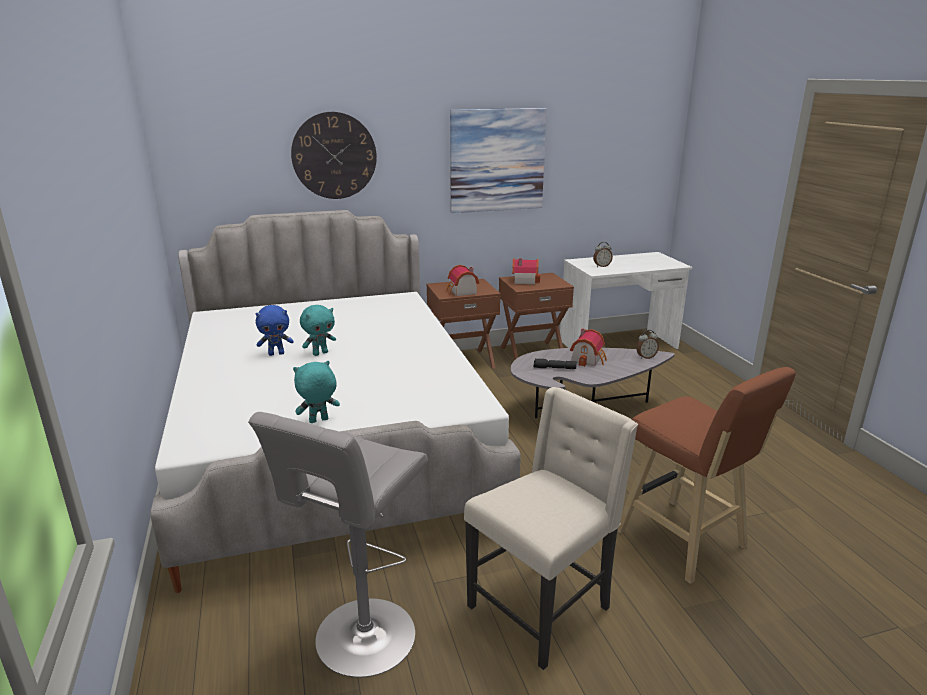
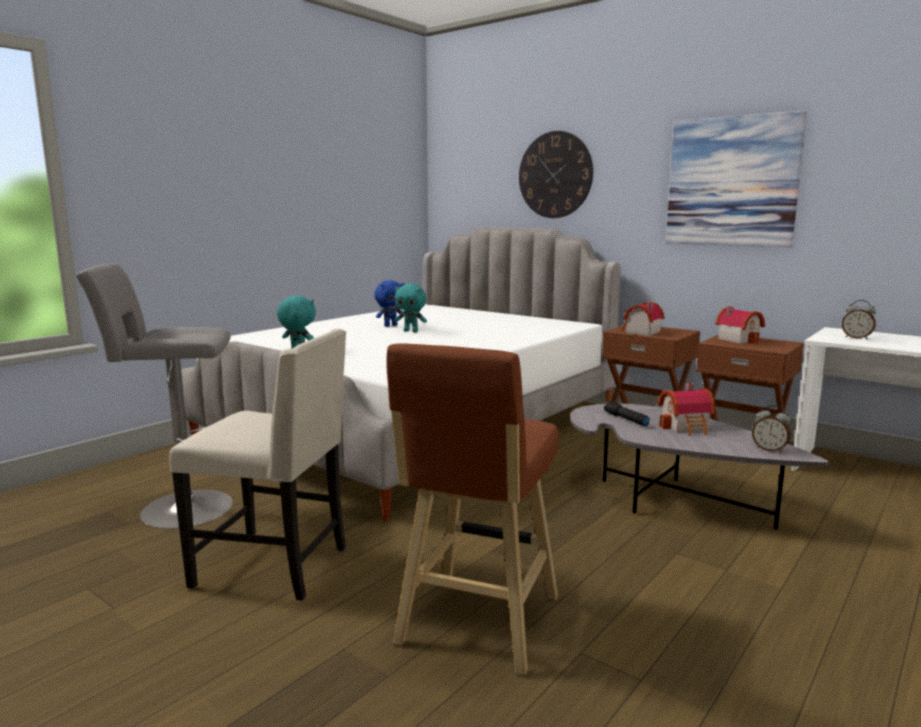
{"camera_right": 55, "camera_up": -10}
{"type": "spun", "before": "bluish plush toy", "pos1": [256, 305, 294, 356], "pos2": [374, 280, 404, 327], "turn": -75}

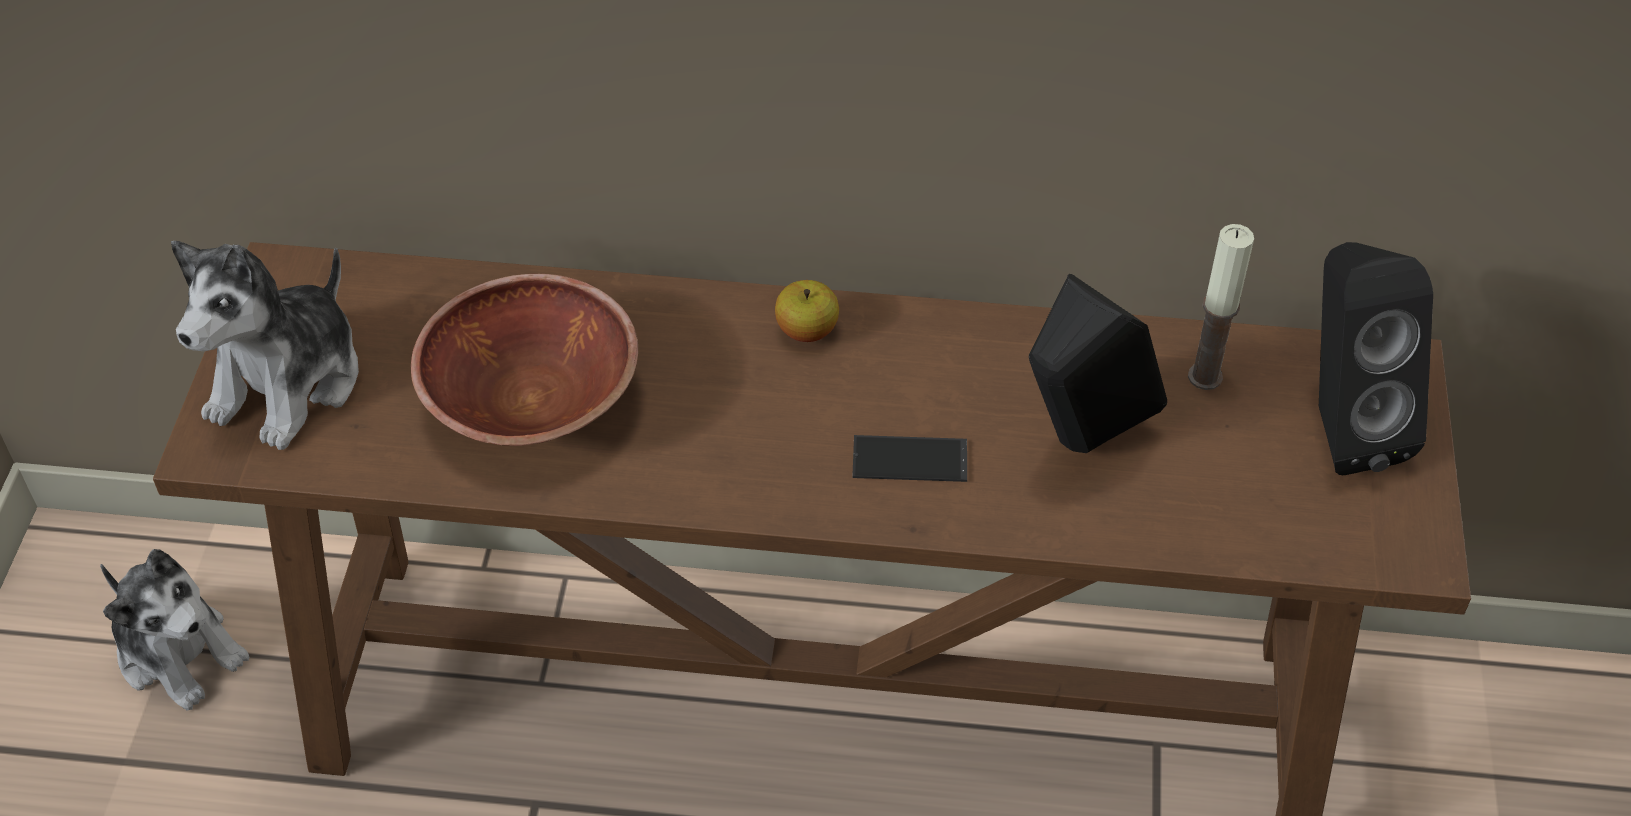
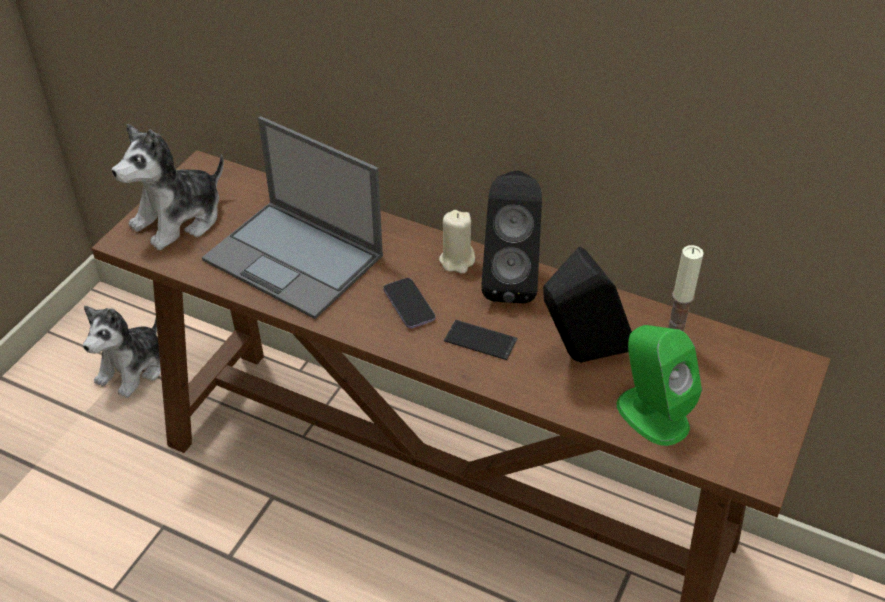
{"camera_right": 20, "camera_up": -5}
{"type": "spun", "before": "plush toy", "pos1": [100, 549, 249, 711], "pos2": [83, 306, 161, 398], "turn": 60}
{"type": "exchanged", "before": "brown deep dish", "after": "notebook computer", "pos1": [411, 274, 638, 446], "pos2": [202, 116, 383, 319]}
{"type": "exchanged", "before": "apple fruit", "after": "sand-coloured candle", "pos1": [775, 280, 839, 342], "pos2": [439, 210, 475, 274]}
{"type": "relocated", "before": "black-coloured audio speaker", "pos1": [1319, 242, 1433, 475], "pos2": [481, 171, 542, 304]}
{"type": "appeared", "after": "telephone", "pos2": [383, 278, 435, 328]}
{"type": "appeared", "after": "greenish audio speaker", "pos2": [617, 325, 702, 446]}

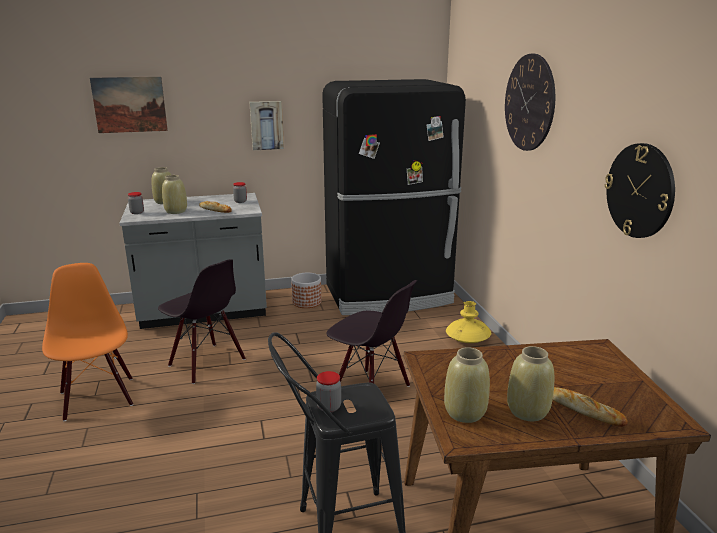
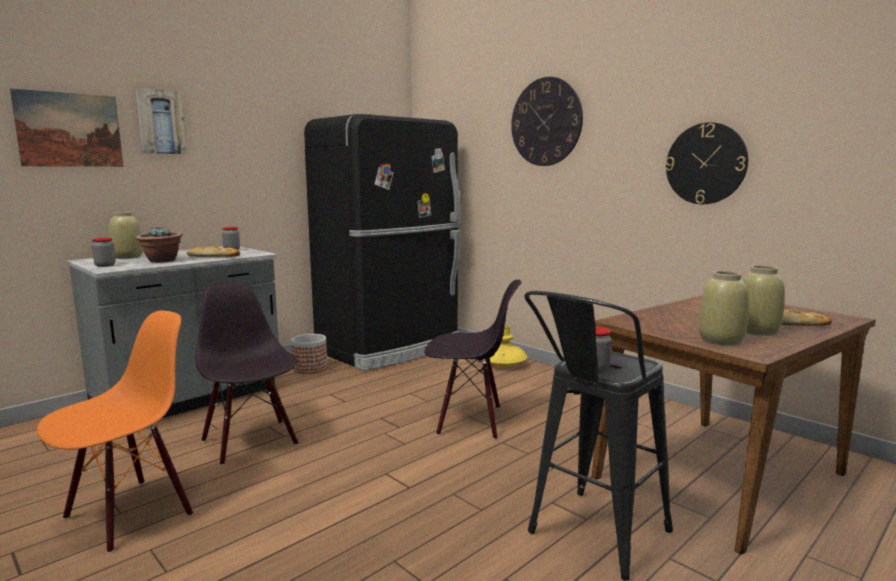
{"camera_right": -30, "camera_up": -10}
{"type": "spun", "before": "orangey upright chair", "pos1": [42, 263, 133, 421], "pos2": [37, 311, 193, 554], "turn": 90}
{"type": "spun", "before": "black-coloured upright chair", "pos1": [158, 259, 246, 384], "pos2": [196, 282, 298, 466], "turn": -135}
{"type": "exchanged", "before": "sand-coloured vase", "after": "plant in a pot", "pos1": [162, 175, 187, 214], "pos2": [136, 226, 183, 263]}
{"type": "relocated", "before": "wall picture", "pos1": [249, 101, 284, 150], "pos2": [136, 88, 187, 154]}

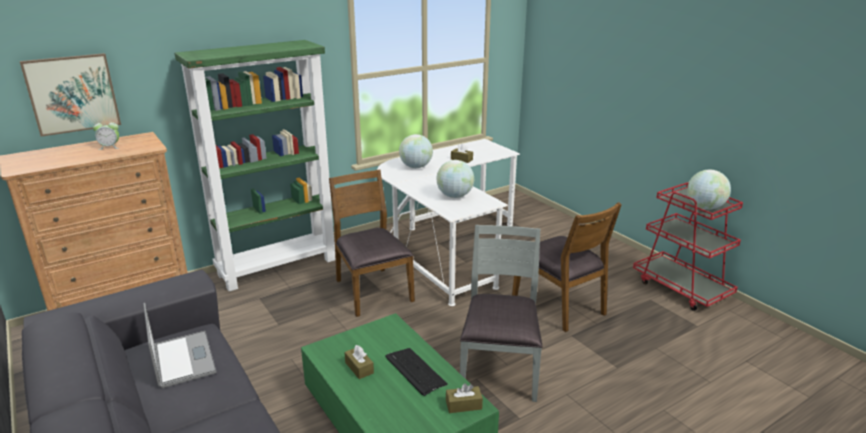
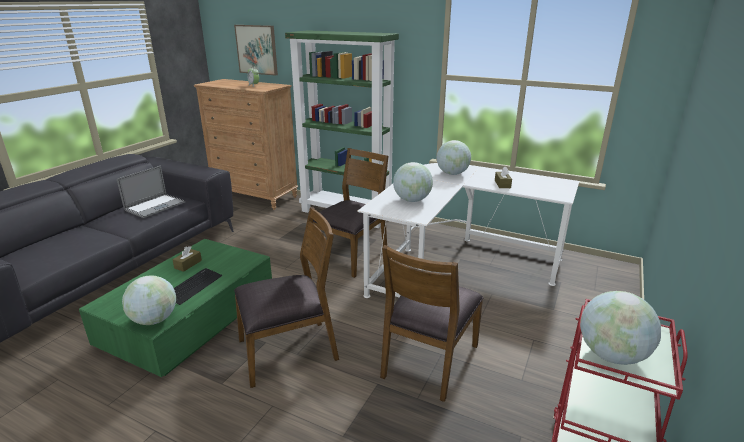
{"camera_right": 60, "camera_up": 0}
{"type": "exchanged", "before": "brown tissue holder", "after": "desk globe", "pos1": [446, 383, 483, 413], "pos2": [122, 275, 176, 325]}
{"type": "colour", "before": "grey upright chair", "after": "brown upright chair", "pos1": [460, 225, 542, 402], "pos2": [234, 207, 339, 388]}

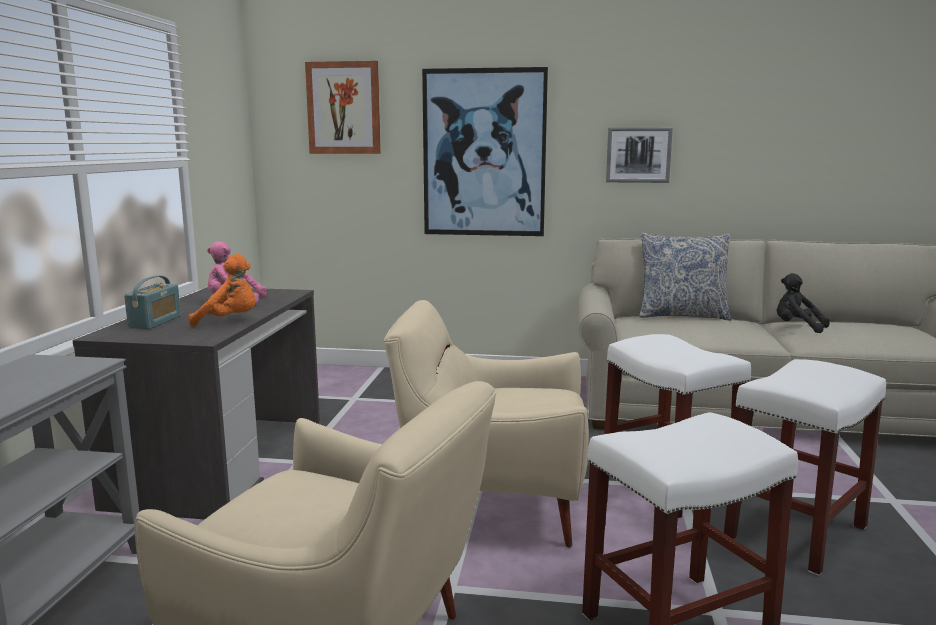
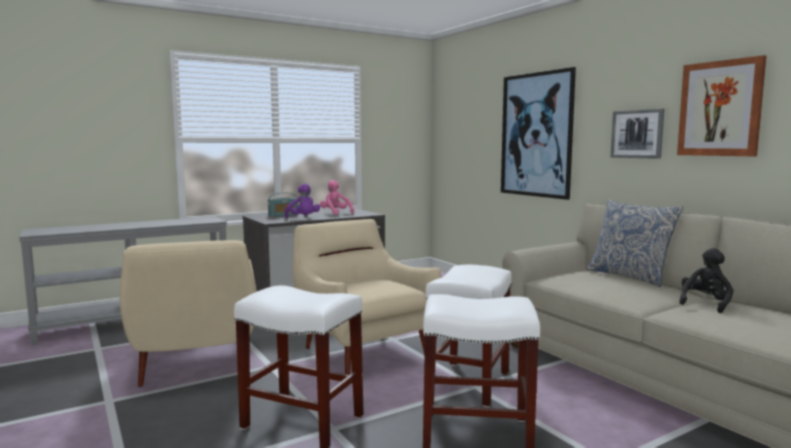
{"camera_right": 50, "camera_up": -5}
{"type": "colour", "before": "orangey plush toy", "after": "purple-coloured plush toy", "pos1": [188, 254, 255, 327], "pos2": [284, 184, 320, 218]}
{"type": "relocated", "before": "wall picture", "pos1": [305, 61, 381, 154], "pos2": [677, 55, 767, 156]}
{"type": "spun", "before": "black-coloured plush toy", "pos1": [777, 273, 830, 333], "pos2": [679, 248, 733, 313], "turn": 45}

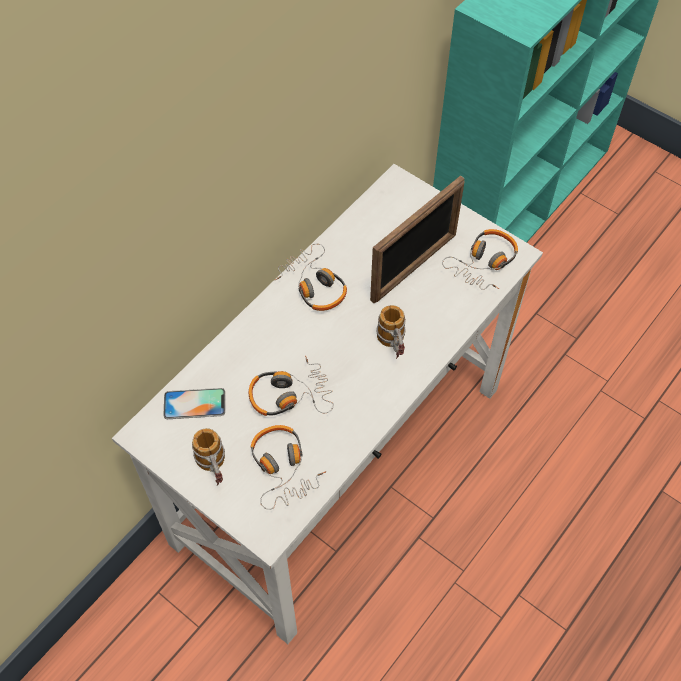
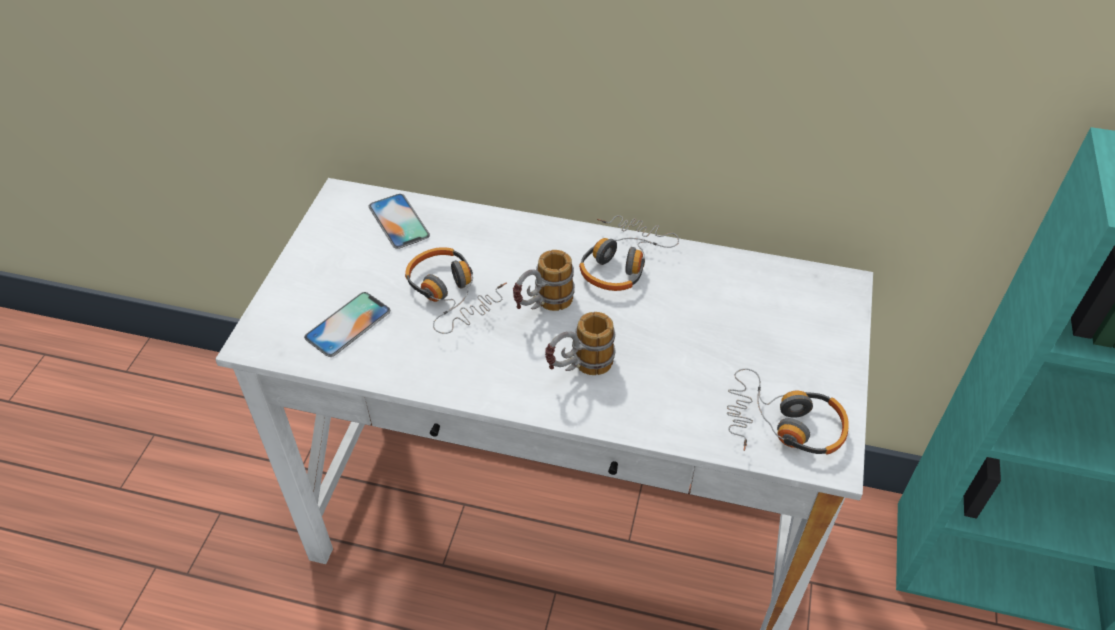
{"camera_right": 65, "camera_up": -10}
{"type": "relocated", "before": "coffee mug", "pos1": [192, 428, 225, 485], "pos2": [513, 250, 575, 311]}
{"type": "exchanged", "before": "headset", "after": "telephone", "pos1": [251, 425, 326, 510], "pos2": [304, 292, 391, 357]}
{"type": "missing", "before": "standing frame", "pos1": [370, 175, 465, 303]}

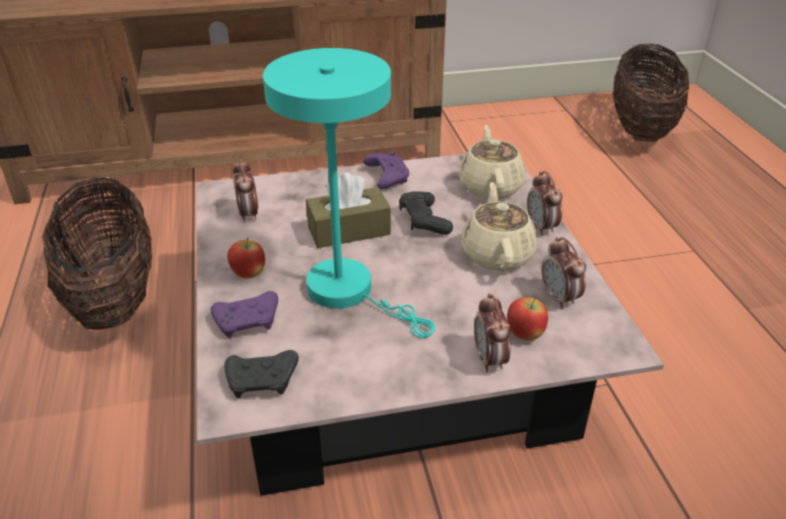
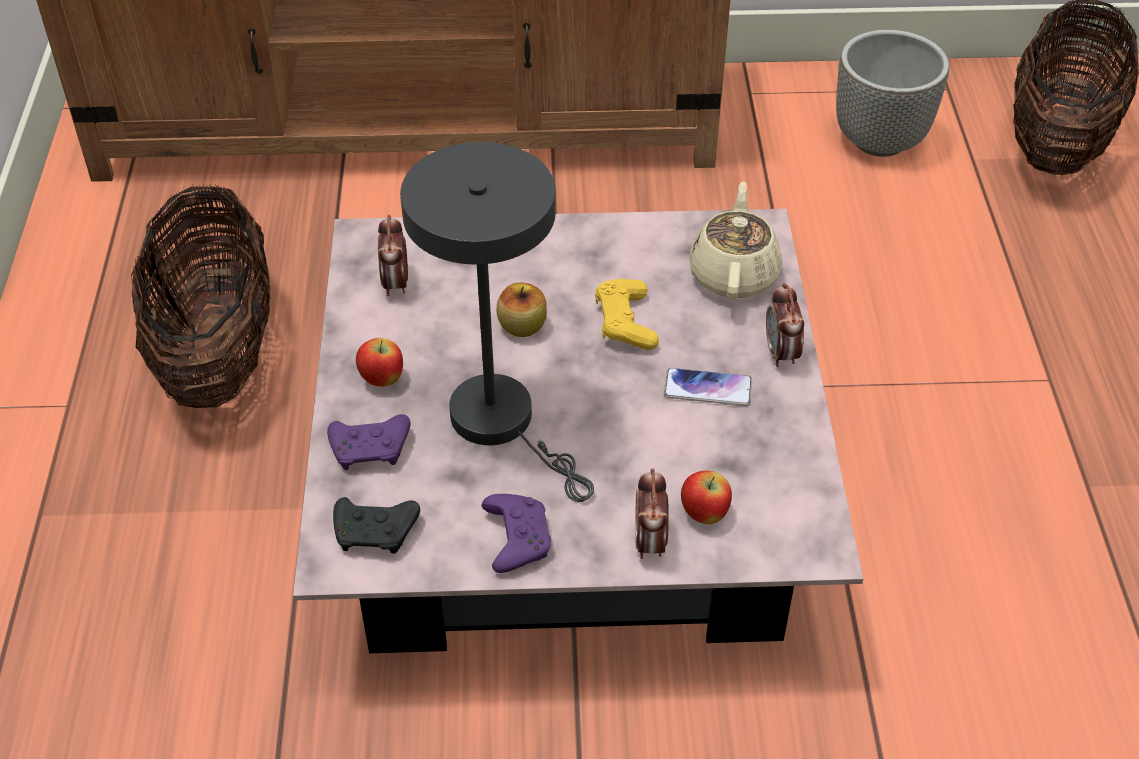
{"camera_right": 10, "camera_up": 10}
{"type": "colour", "before": "blue-green tabletop lamp", "after": "grey tabletop lamp", "pos1": [263, 48, 435, 338], "pos2": [400, 142, 594, 502]}
{"type": "exchanged", "before": "brown tissue holder", "after": "apple fruit", "pos1": [306, 173, 391, 248], "pos2": [497, 282, 547, 337]}
{"type": "relocated", "before": "purple-coloured gamepad", "pos1": [363, 151, 409, 189], "pos2": [482, 494, 551, 573]}
{"type": "colour", "before": "black-coloured gamepad", "after": "yellowish gamepad", "pos1": [399, 191, 453, 235], "pos2": [595, 279, 659, 350]}
{"type": "exchanged", "before": "sand-coloured teapot", "after": "telephone", "pos1": [461, 182, 537, 271], "pos2": [664, 368, 752, 406]}
{"type": "missing", "before": "table clock", "pos1": [542, 237, 586, 309]}
{"type": "appeared", "after": "flower pot", "pos2": [836, 30, 949, 157]}

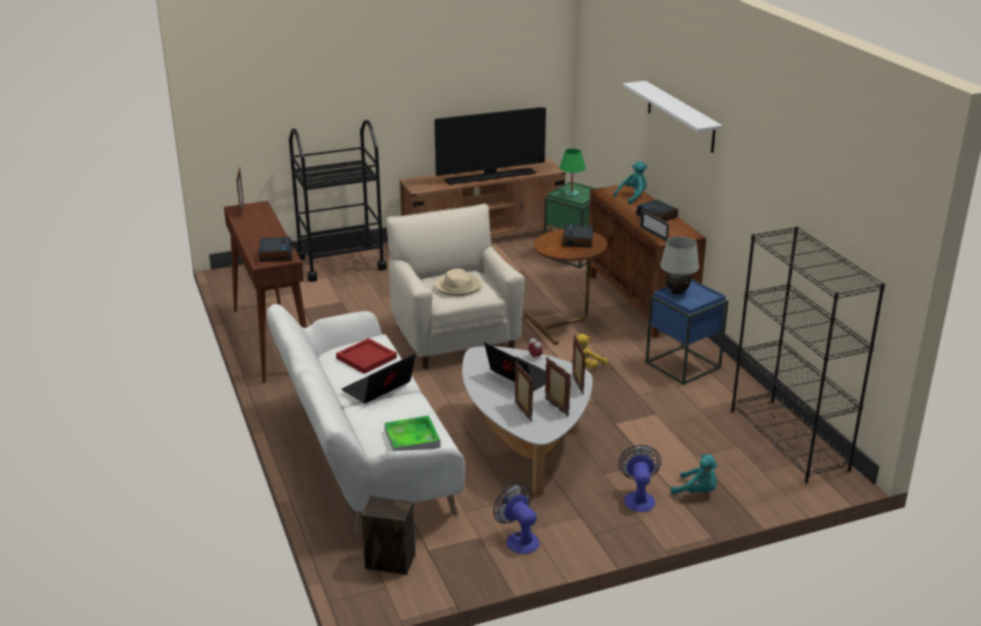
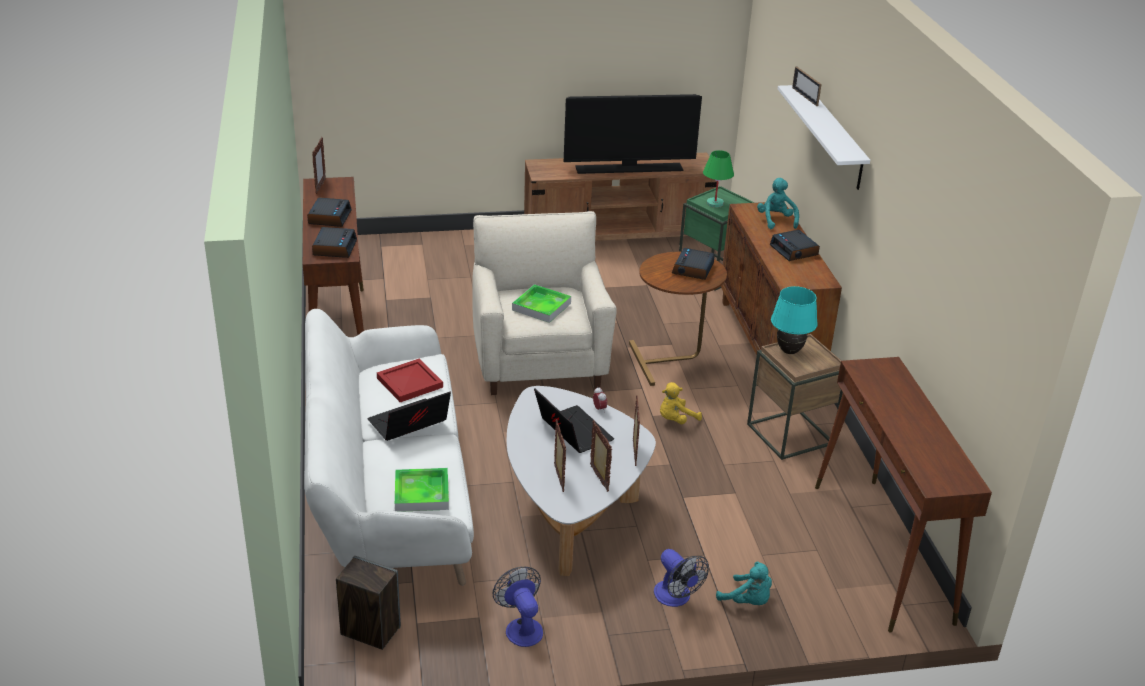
{"camera_right": 10, "camera_up": 5}
{"type": "missing", "before": "black-coloured trolley", "pos1": [289, 120, 387, 282]}
{"type": "exchanged", "before": "sand-coloured clothing hat", "after": "tray", "pos1": [434, 269, 482, 296], "pos2": [512, 284, 571, 323]}
{"type": "spun", "before": "blue-green plush toy", "pos1": [613, 161, 647, 204], "pos2": [757, 178, 799, 229], "turn": -75}
{"type": "spun", "before": "fan", "pos1": [618, 445, 661, 512], "pos2": [654, 549, 709, 607], "turn": 135}
{"type": "relocated", "before": "standing frame", "pos1": [640, 209, 669, 241], "pos2": [792, 66, 822, 106]}
{"type": "colour", "before": "bluish accent table", "after": "brown accent table", "pos1": [646, 279, 728, 385], "pos2": [747, 334, 843, 460]}
{"type": "colour", "before": "whitish tabletop lamp", "after": "blue-green tabletop lamp", "pos1": [660, 236, 699, 294], "pos2": [771, 286, 818, 354]}
{"type": "exchanged", "before": "black-coloured shelving unit", "after": "brown hall table", "pos1": [731, 226, 885, 483], "pos2": [815, 357, 992, 633]}
{"type": "appeared", "after": "table clock", "pos2": [307, 197, 352, 227]}

